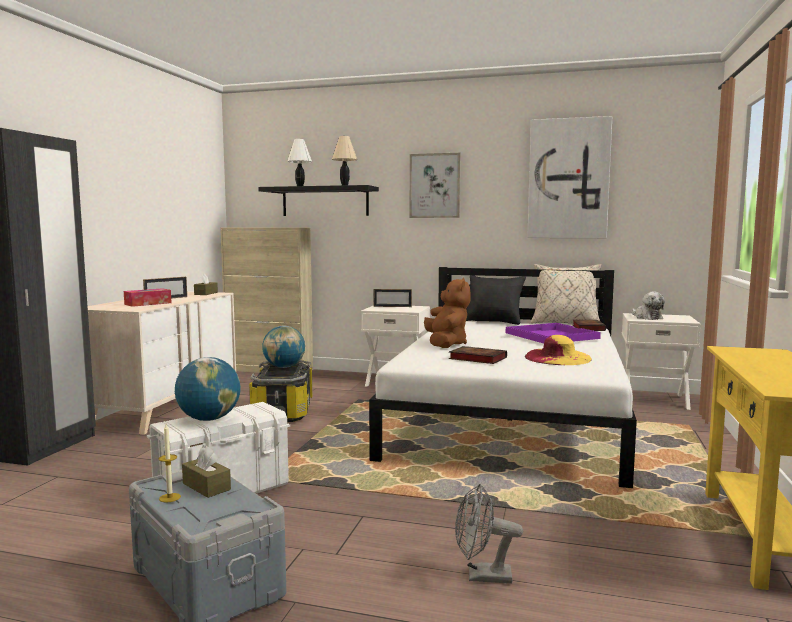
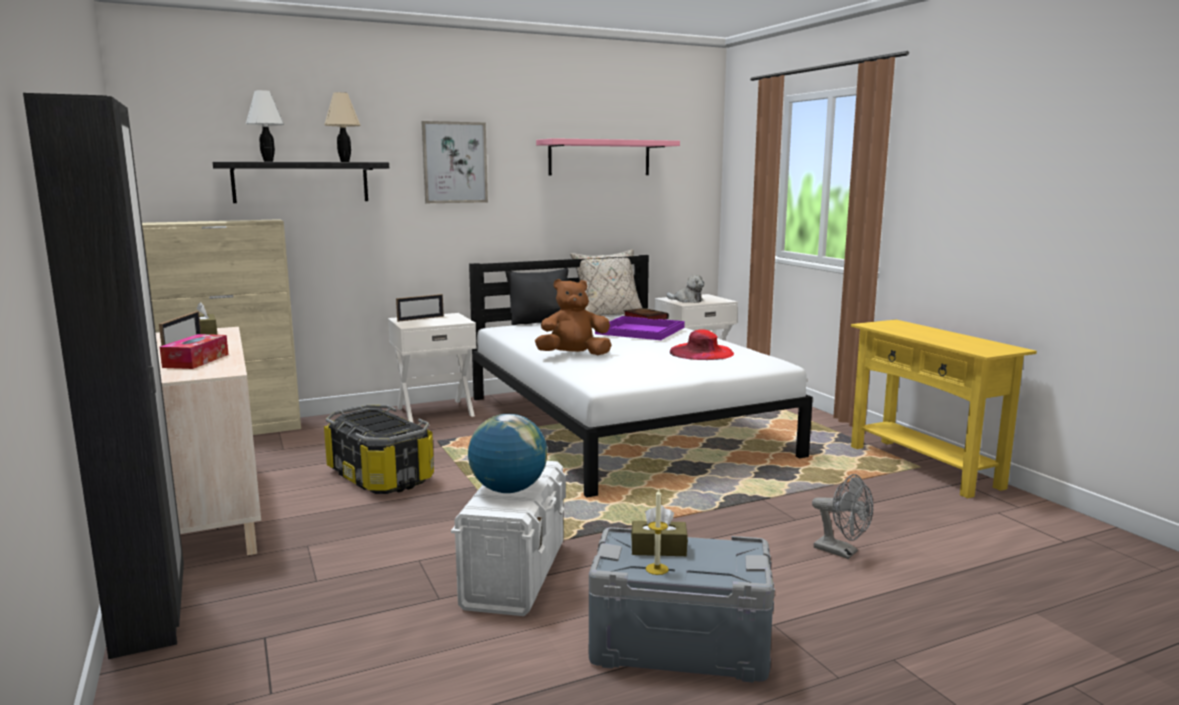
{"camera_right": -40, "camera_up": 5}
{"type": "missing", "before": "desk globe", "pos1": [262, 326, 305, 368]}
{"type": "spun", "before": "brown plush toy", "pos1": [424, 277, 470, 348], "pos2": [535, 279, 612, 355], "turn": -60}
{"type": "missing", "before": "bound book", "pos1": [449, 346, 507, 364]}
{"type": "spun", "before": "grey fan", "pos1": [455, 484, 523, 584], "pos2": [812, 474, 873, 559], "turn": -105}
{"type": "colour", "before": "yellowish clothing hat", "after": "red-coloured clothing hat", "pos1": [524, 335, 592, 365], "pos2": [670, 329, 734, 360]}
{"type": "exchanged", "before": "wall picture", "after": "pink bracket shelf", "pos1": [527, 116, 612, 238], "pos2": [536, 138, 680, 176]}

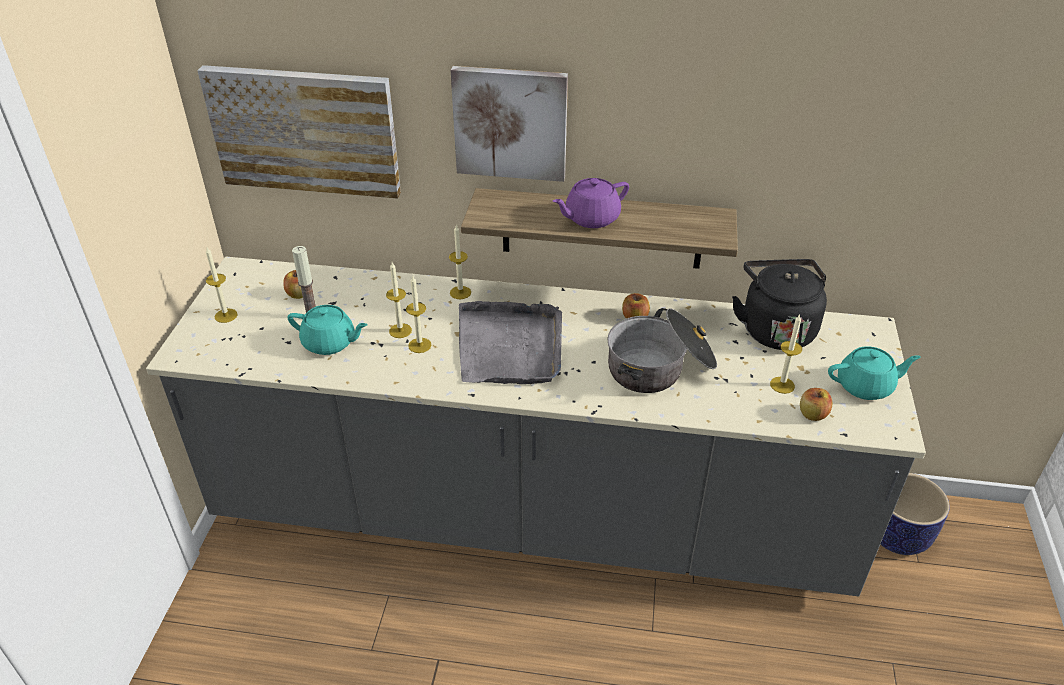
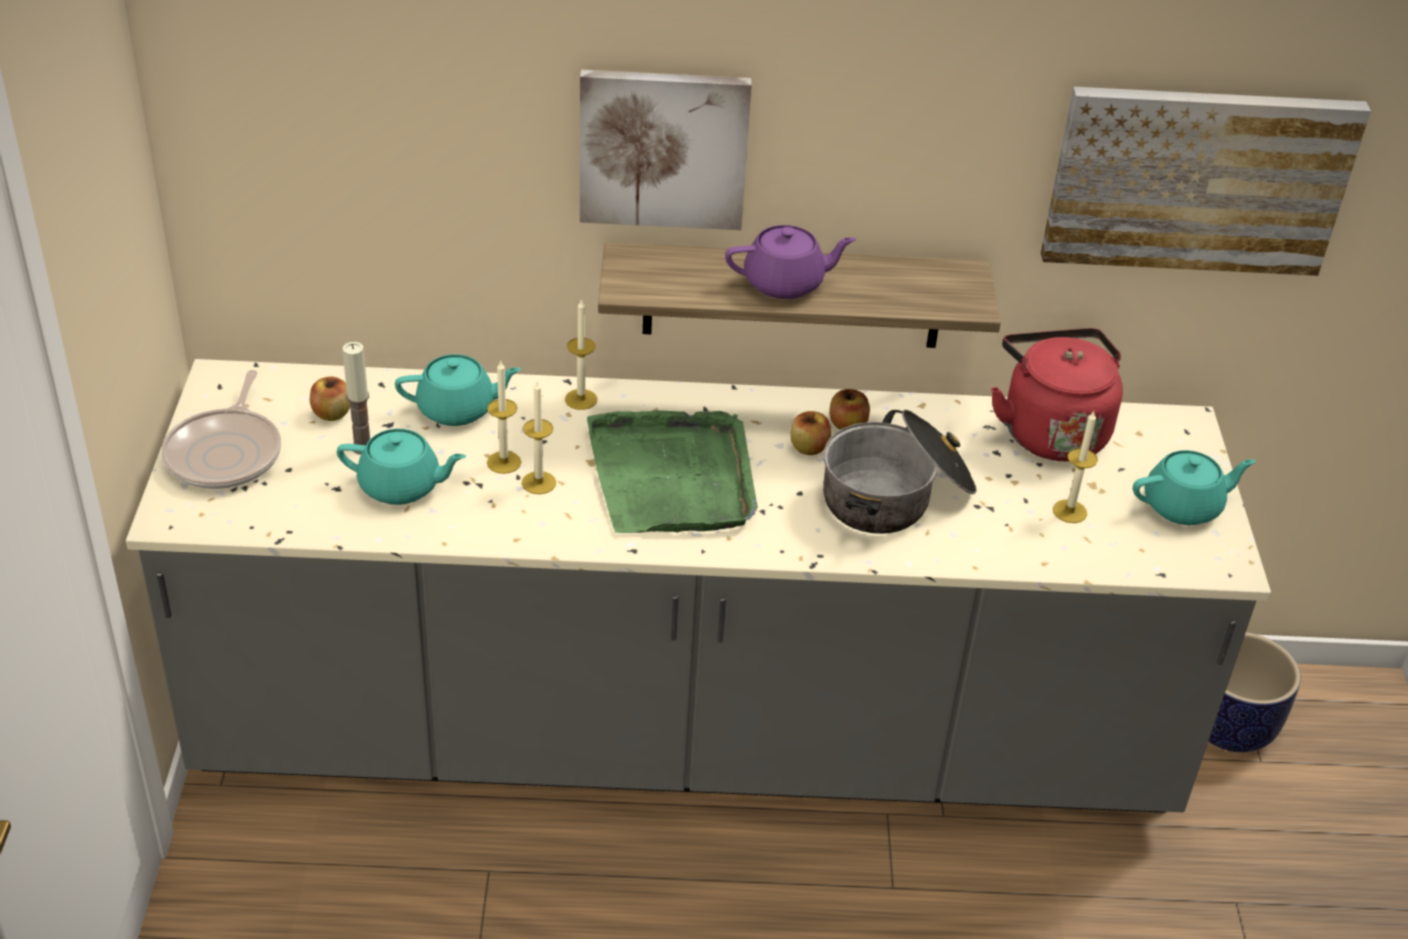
{"camera_right": -10, "camera_up": 0}
{"type": "relocated", "before": "wall picture", "pos1": [197, 65, 401, 199], "pos2": [1041, 87, 1371, 276]}
{"type": "exchanged", "before": "candle", "after": "pan", "pos1": [206, 248, 238, 323], "pos2": [161, 370, 281, 489]}
{"type": "colour", "before": "grey tray", "after": "greenish tray", "pos1": [459, 301, 562, 384], "pos2": [587, 411, 758, 533]}
{"type": "spun", "before": "purple-coloured teapot", "pos1": [553, 178, 629, 228], "pos2": [725, 225, 856, 299], "turn": -150}
{"type": "colour", "before": "black-coloured tea kettle", "after": "red-coloured tea kettle", "pos1": [732, 259, 827, 350], "pos2": [991, 328, 1123, 461]}
{"type": "relocated", "before": "apple fruit", "pos1": [800, 388, 832, 421], "pos2": [790, 411, 831, 455]}
{"type": "appeared", "after": "blue-green teapot", "pos2": [395, 354, 521, 426]}

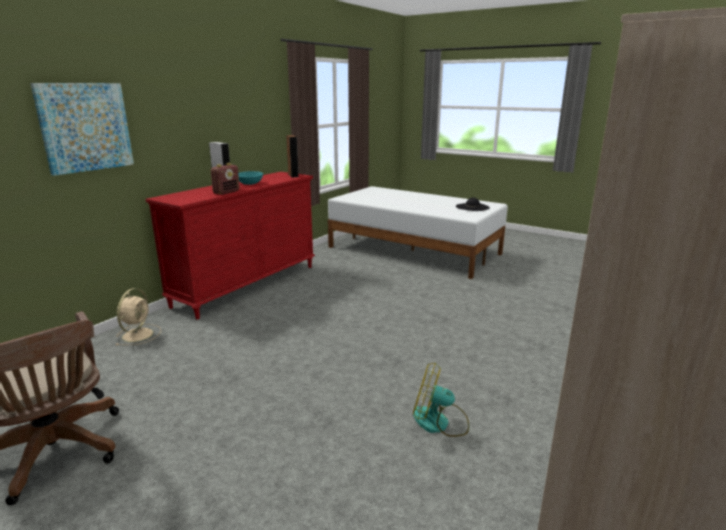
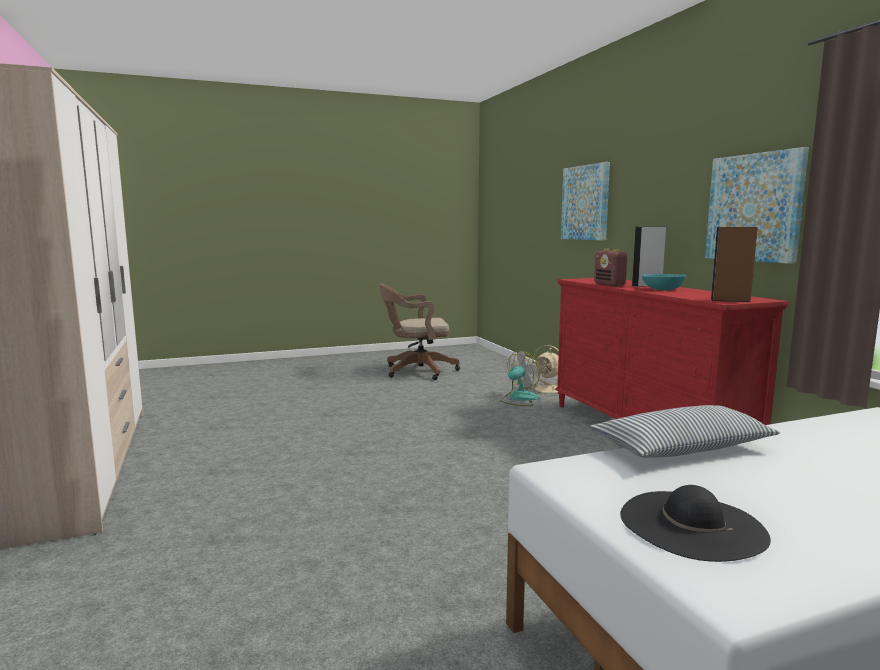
{"camera_right": 125, "camera_up": -10}
{"type": "relocated", "before": "fan", "pos1": [413, 363, 469, 437], "pos2": [500, 351, 540, 406]}
{"type": "appeared", "after": "throw pillow", "pos2": [590, 405, 780, 458]}
{"type": "appeared", "after": "wall picture", "pos2": [705, 147, 809, 264]}

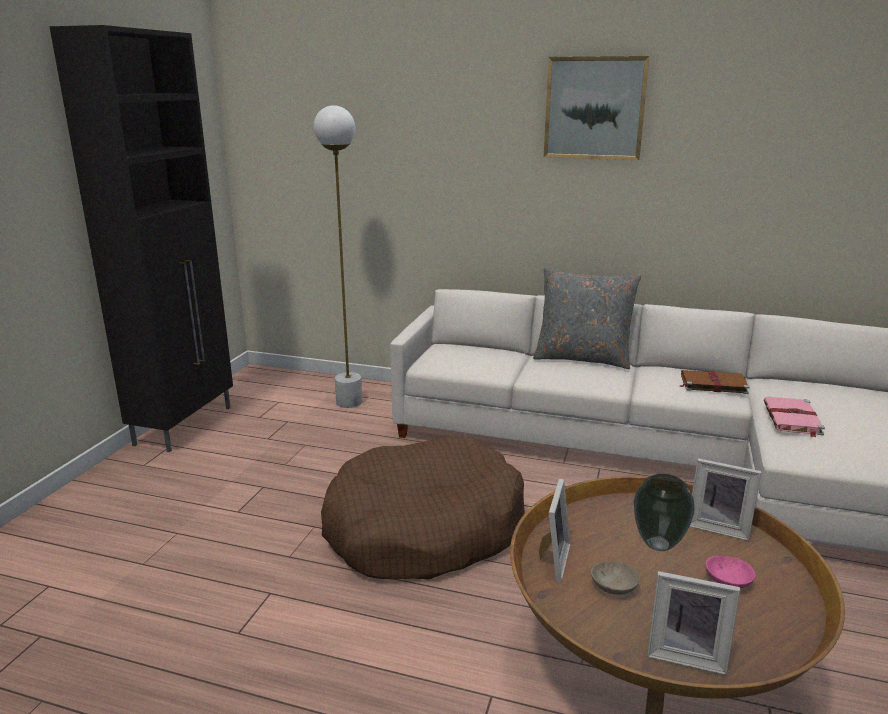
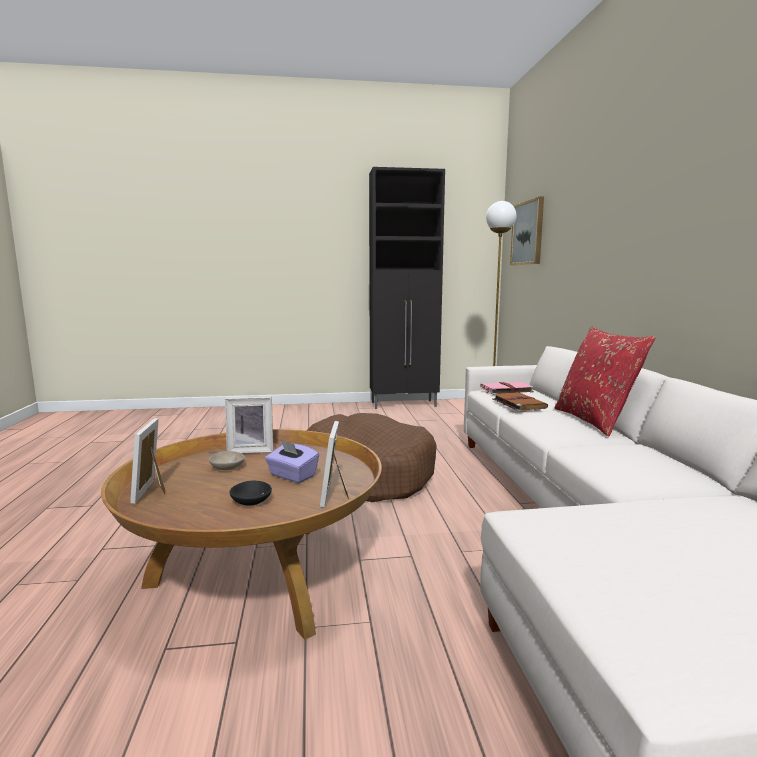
{"camera_right": 65, "camera_up": -10}
{"type": "colour", "before": "grey throw pillow", "after": "red-coloured throw pillow", "pos1": [533, 268, 641, 369], "pos2": [555, 326, 655, 436]}
{"type": "relocated", "before": "wall picture", "pos1": [544, 56, 650, 160], "pos2": [510, 196, 544, 265]}
{"type": "exchanged", "before": "vase", "after": "purple-coloured tissue holder", "pos1": [634, 474, 695, 551], "pos2": [265, 439, 319, 483]}
{"type": "relocated", "before": "brown bound book", "pos1": [679, 370, 750, 394], "pos2": [492, 392, 548, 411]}
{"type": "colour", "before": "pink deep dish", "after": "black-coloured deep dish", "pos1": [705, 556, 756, 588], "pos2": [229, 481, 272, 506]}
{"type": "relocated", "before": "pink bound book", "pos1": [764, 397, 825, 438], "pos2": [480, 382, 534, 394]}

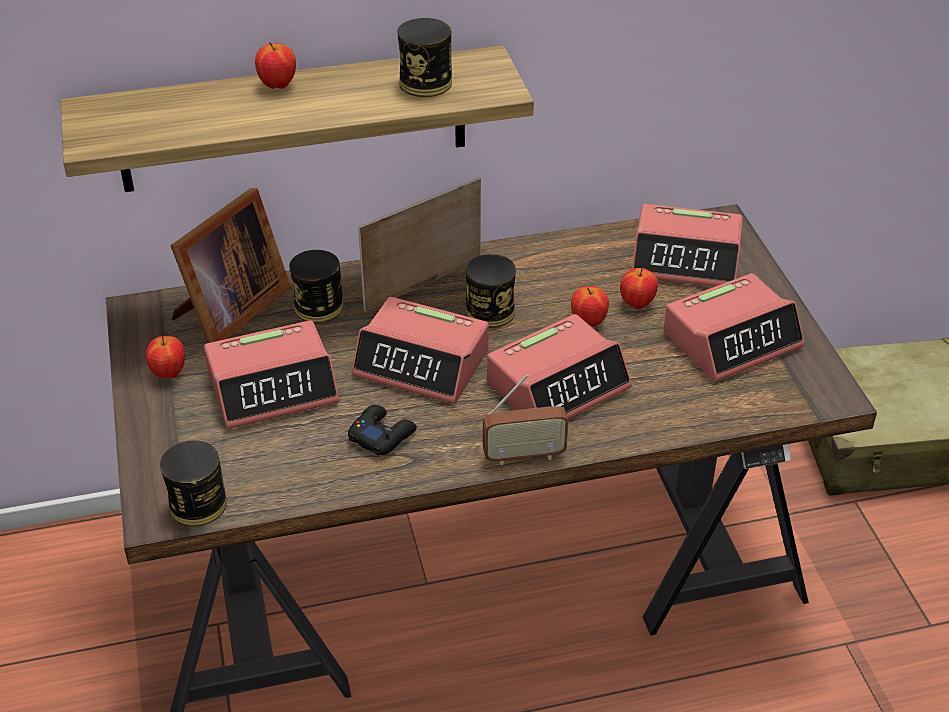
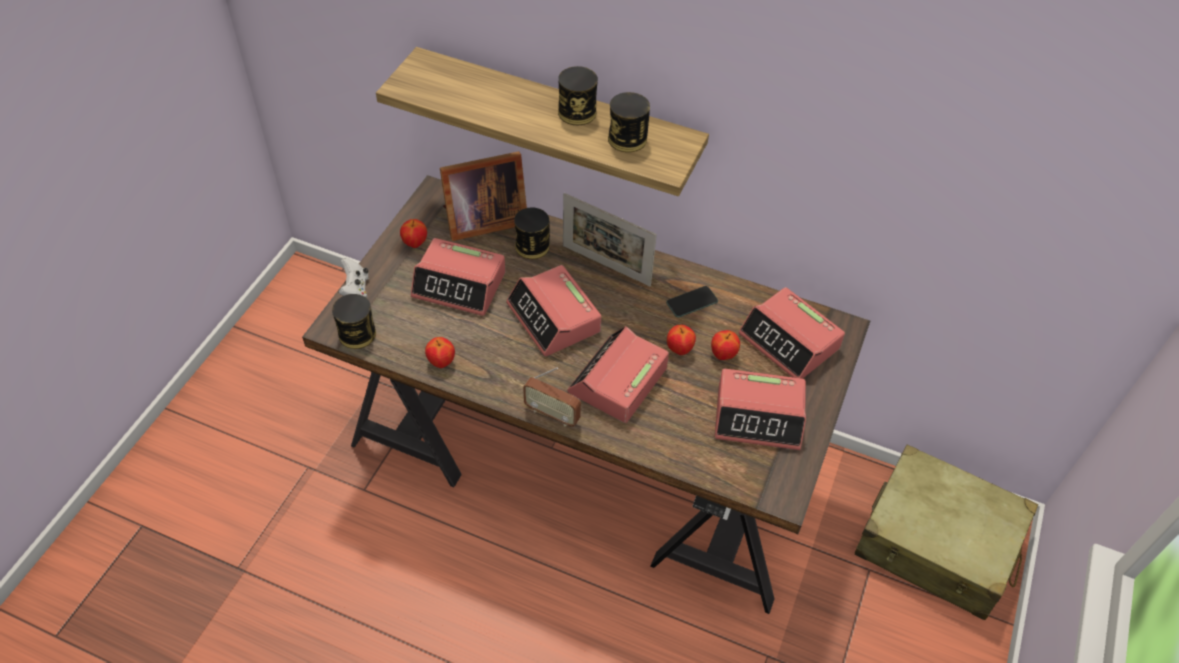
{"camera_right": 35, "camera_up": 10}
{"type": "relocated", "before": "apple fruit", "pos1": [255, 42, 296, 89], "pos2": [425, 337, 455, 368]}
{"type": "missing", "before": "black-coloured gamepad", "pos1": [348, 405, 417, 455]}
{"type": "spun", "before": "standing frame", "pos1": [358, 177, 481, 311], "pos2": [563, 193, 657, 286], "turn": -150}
{"type": "relocated", "before": "metal can", "pos1": [466, 254, 516, 328], "pos2": [558, 66, 598, 125]}
{"type": "spun", "before": "table clock", "pos1": [487, 314, 632, 419], "pos2": [567, 326, 669, 423], "turn": 120}
{"type": "appeared", "after": "whitish gamepad", "pos2": [338, 258, 369, 298]}
{"type": "appeared", "after": "telephone", "pos2": [666, 286, 718, 318]}

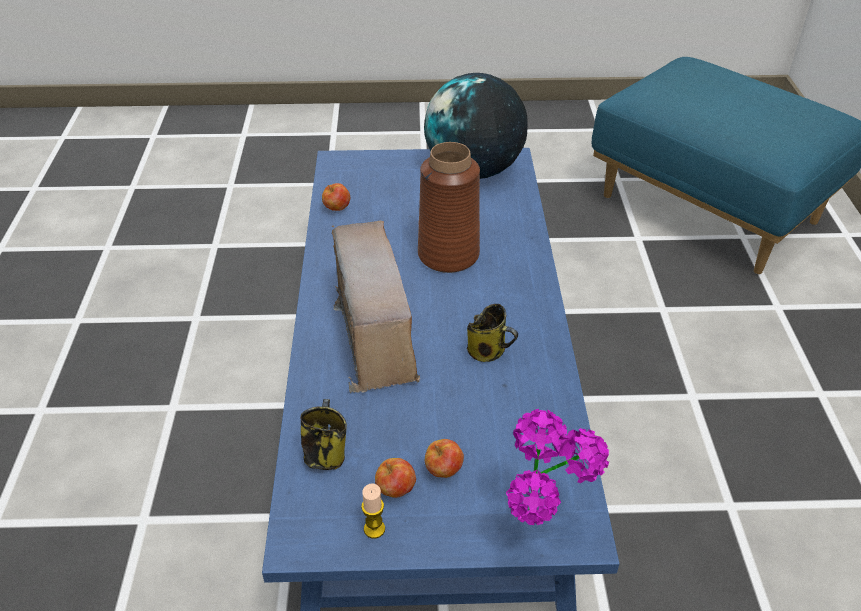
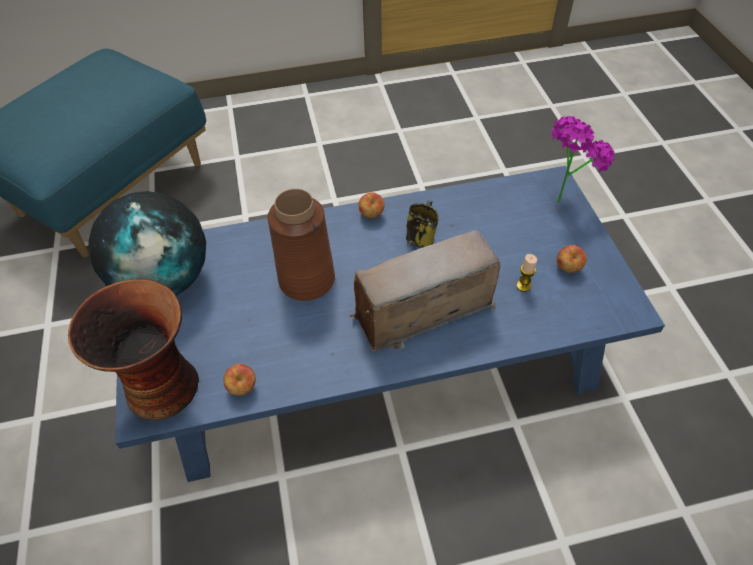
{"camera_right": -100, "camera_up": 10}
{"type": "missing", "before": "coffee mug", "pos1": [300, 399, 347, 470]}
{"type": "relocated", "before": "candle", "pos1": [361, 484, 385, 539], "pos2": [516, 254, 537, 292]}
{"type": "relocated", "before": "apple fruit", "pos1": [424, 439, 464, 478], "pos2": [359, 192, 385, 218]}
{"type": "appeared", "after": "vase", "pos2": [68, 279, 199, 421]}

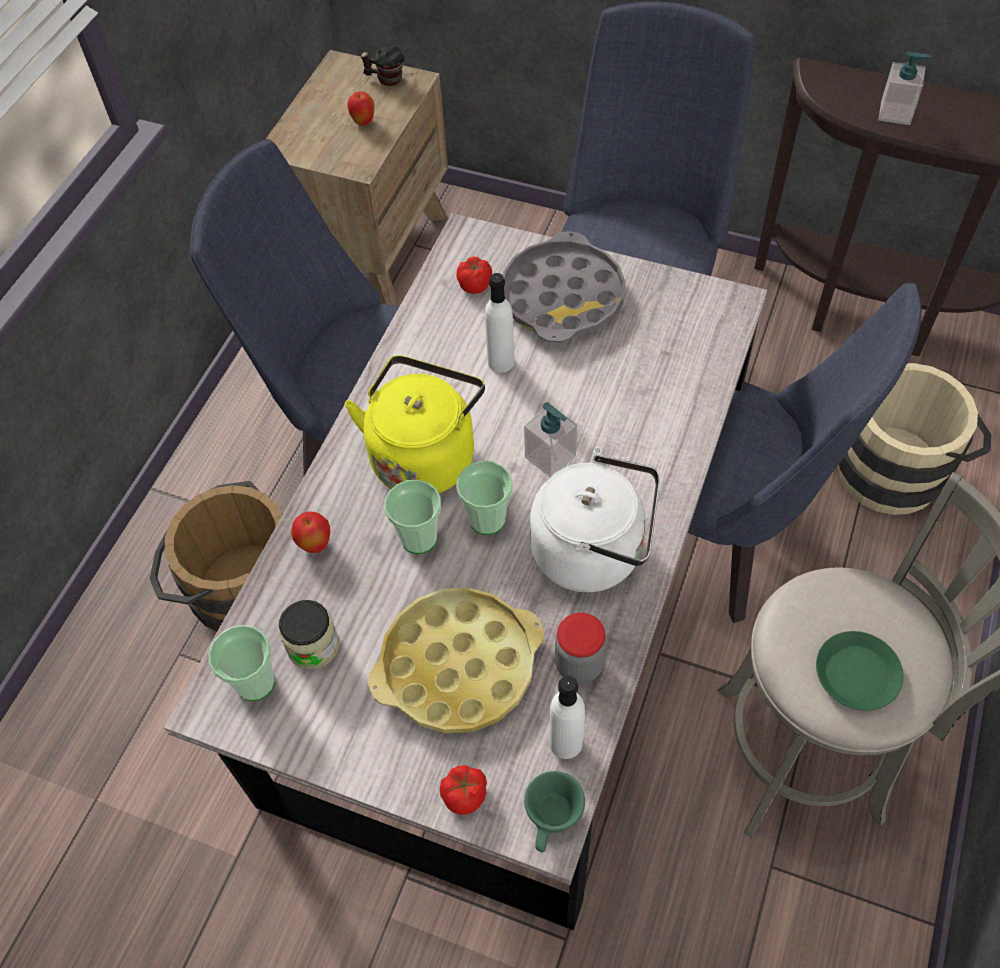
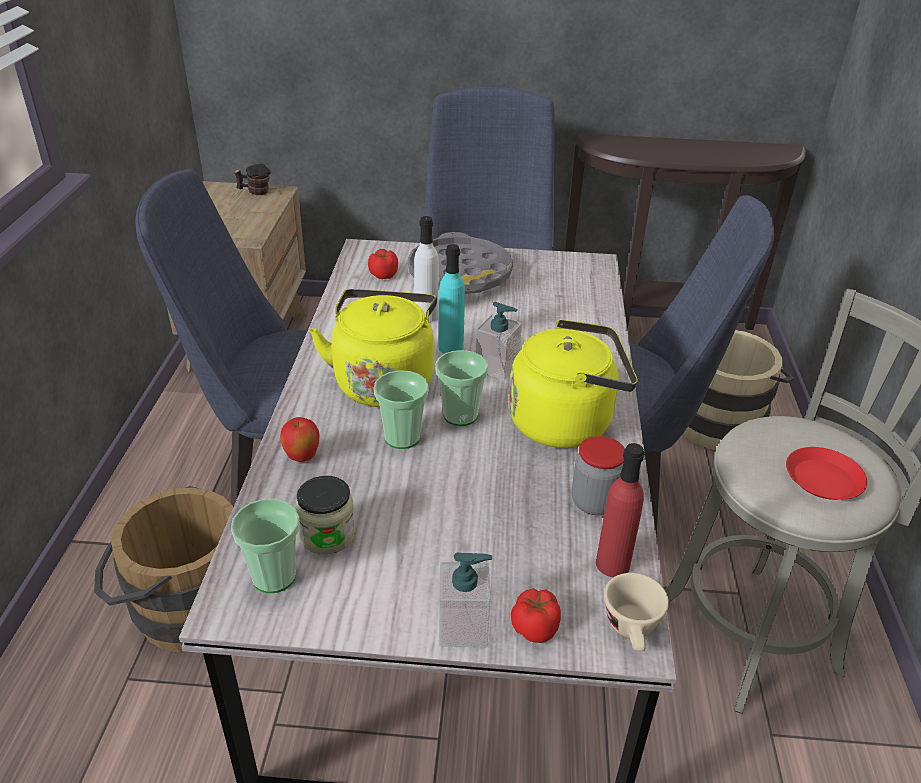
{"camera_right": -20, "camera_up": -20}
{"type": "missing", "before": "apple fruit", "pos1": [348, 91, 374, 126]}
{"type": "missing", "before": "yellowish tray", "pos1": [368, 587, 544, 733]}
{"type": "colour", "before": "greenish small cup", "after": "sand-coloured small cup", "pos1": [524, 771, 585, 852], "pos2": [604, 573, 669, 651]}
{"type": "colour", "before": "whitish tea kettle", "after": "yellowish tea kettle", "pos1": [530, 447, 660, 592], "pos2": [509, 319, 638, 448]}
{"type": "colour", "before": "whitish beverage bottle", "after": "red-coloured beverage bottle", "pos1": [549, 675, 585, 759], "pos2": [596, 443, 644, 577]}
{"type": "colour", "before": "greenish plate", "after": "red-coloured plate", "pos1": [816, 631, 903, 710], "pos2": [786, 447, 867, 500]}
{"type": "relocated", "before": "soap bottle", "pos1": [878, 51, 932, 125], "pos2": [439, 553, 492, 647]}
{"type": "appeared", "after": "blue-green beverage bottle", "pos2": [439, 244, 465, 354]}

